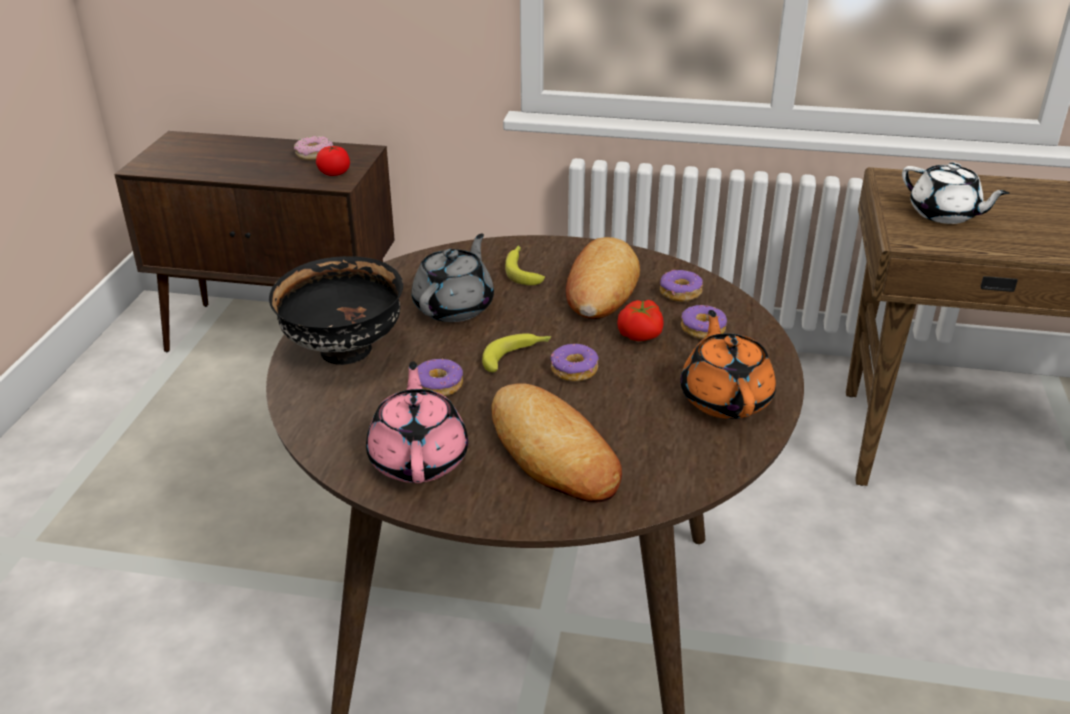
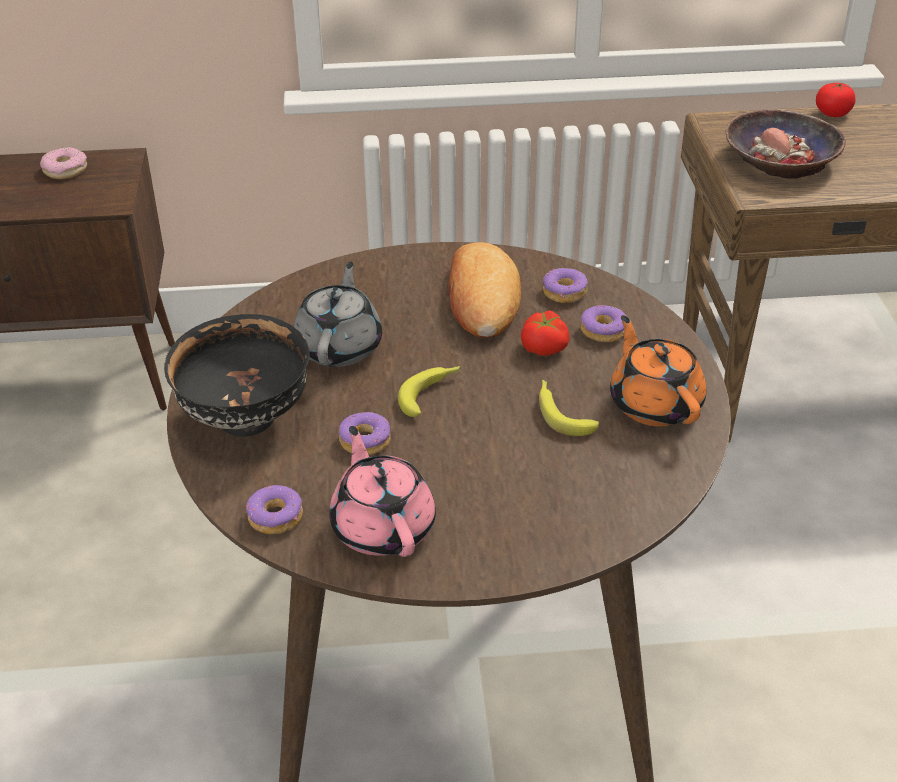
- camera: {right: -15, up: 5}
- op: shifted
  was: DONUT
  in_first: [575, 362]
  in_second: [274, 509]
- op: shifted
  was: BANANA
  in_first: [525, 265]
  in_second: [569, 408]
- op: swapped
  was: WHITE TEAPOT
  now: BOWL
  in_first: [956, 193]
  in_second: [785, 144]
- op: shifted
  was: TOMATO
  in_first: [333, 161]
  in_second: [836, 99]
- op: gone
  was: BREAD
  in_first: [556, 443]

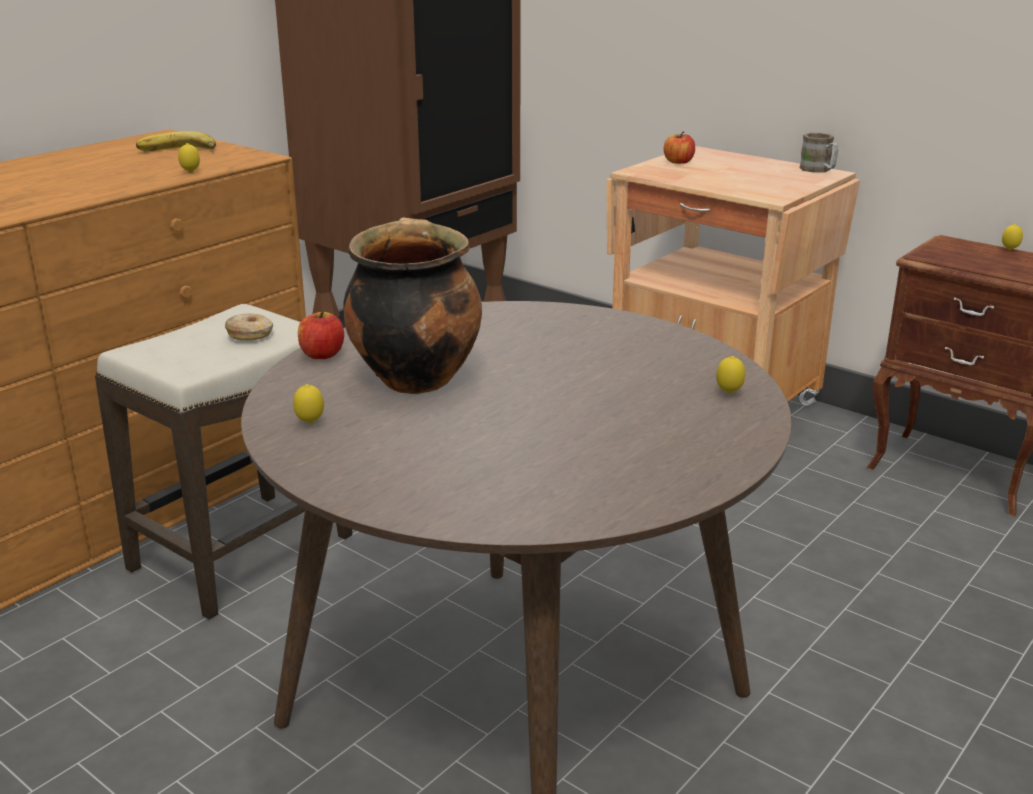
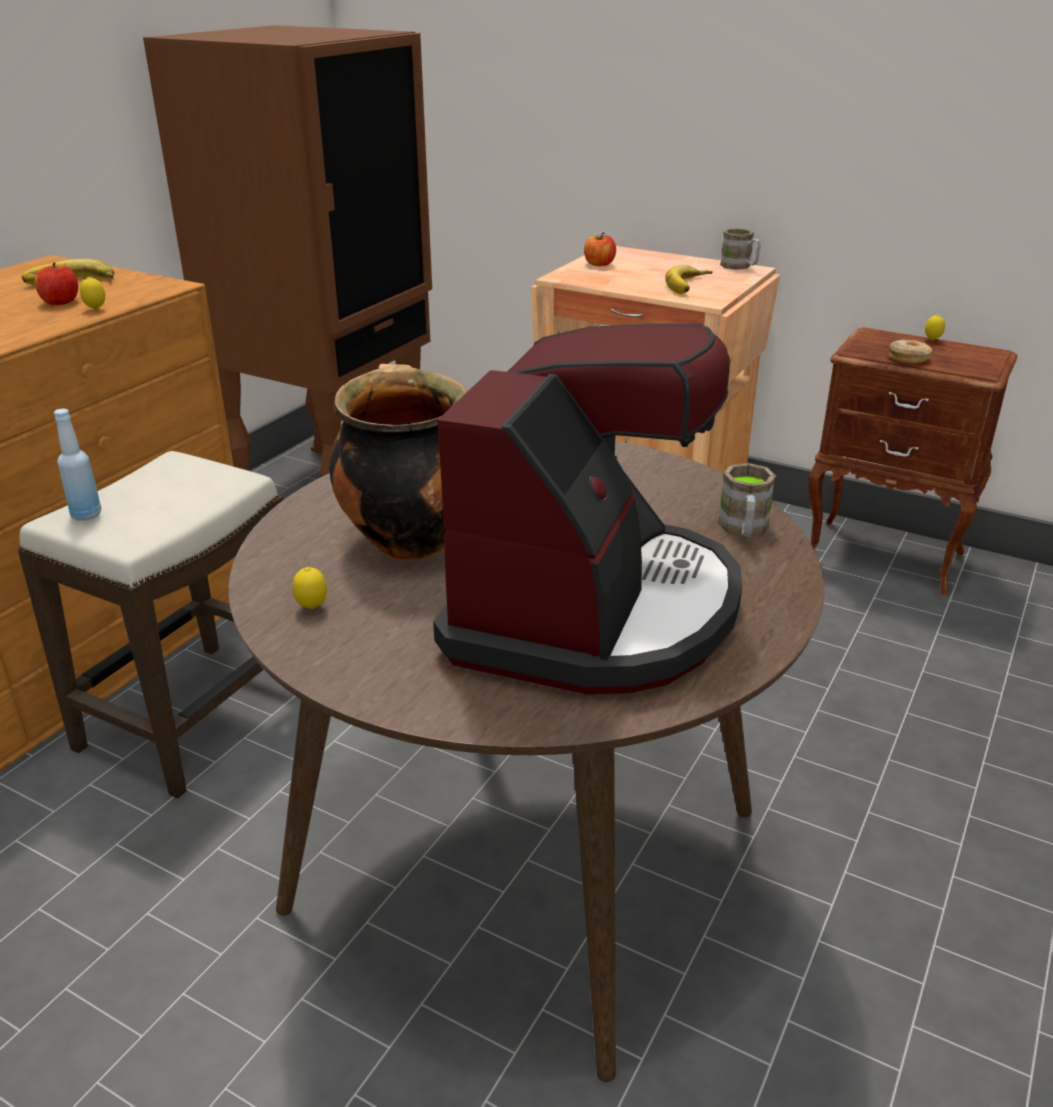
- camera: {right: -10, up: 5}
- op: shifted
  was: APPLE
  in_first: [321, 335]
  in_second: [56, 283]
- op: new
  now: BLUE BOTTLE
  in_second: [77, 465]
- op: new
  now: COFFEE MACHINE
  in_second: [587, 509]
- op: new
  now: BANANA
  in_second: [689, 279]
- op: swapped
  was: LEMON
  now: BROWN MUG
  in_first: [730, 375]
  in_second: [747, 500]
- op: shifted
  was: DONUT
  in_first: [249, 327]
  in_second: [910, 351]

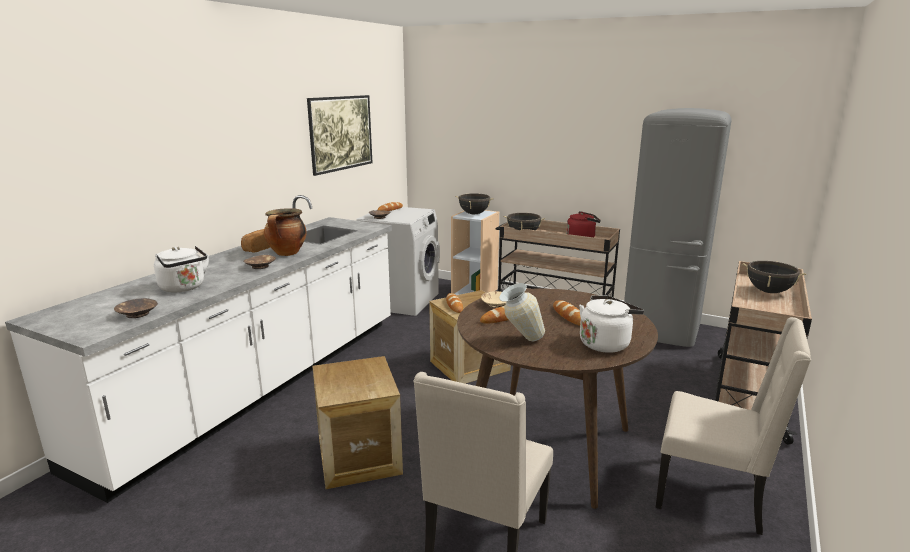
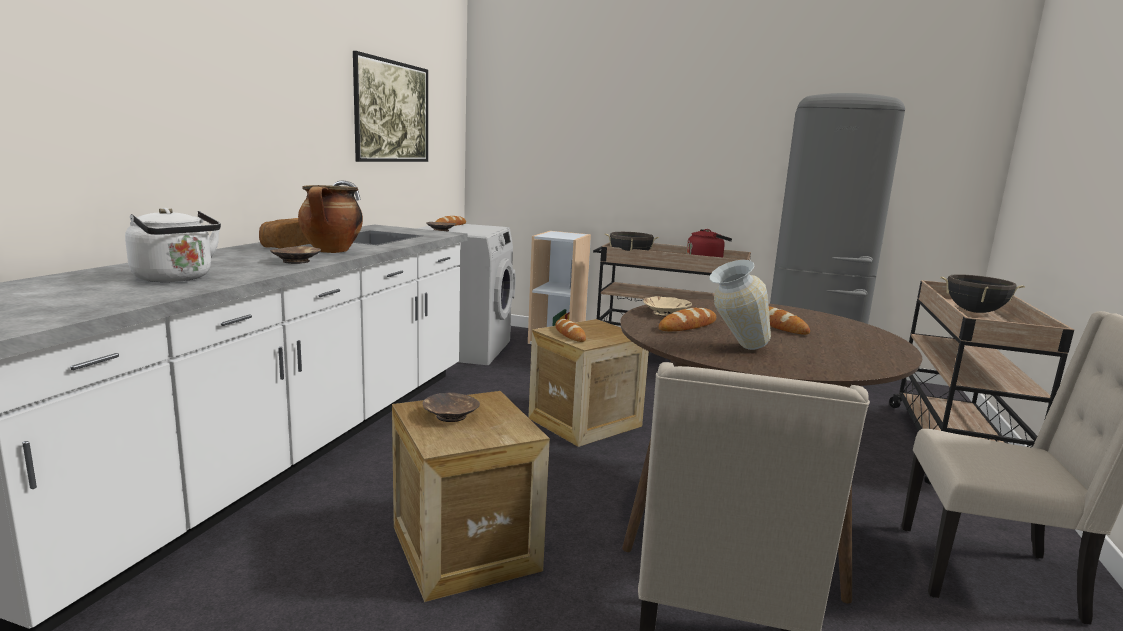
- camera: {right: -10, up: -5}
- op: shifted
  was: BROWN BOWL
  in_first: [136, 308]
  in_second: [451, 407]
- op: gone
  was: BLACK COOKING POT
  in_first: [474, 203]
- op: gone
  was: WHITE KETTLE
  in_first: [611, 324]

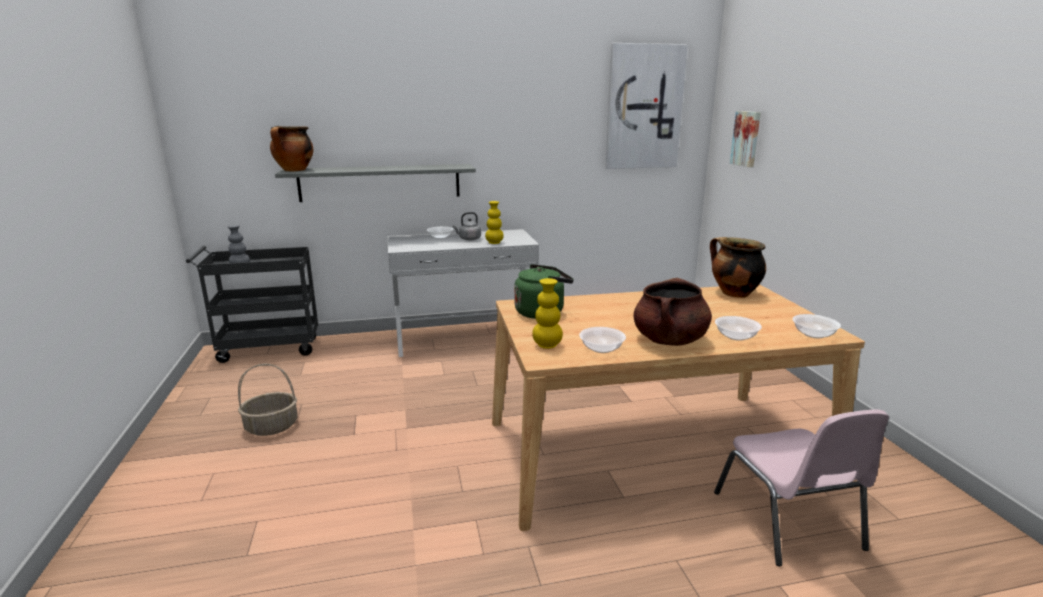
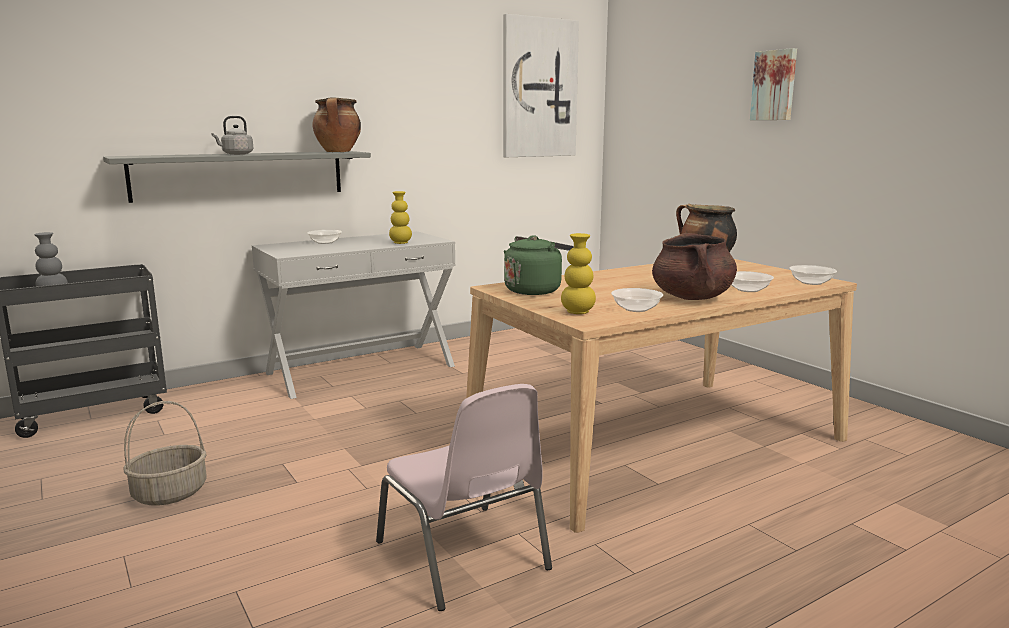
- camera: {right: -20, up: -5}
- op: shifted
  was: GREY KETTLE
  in_first: [467, 226]
  in_second: [232, 135]
- op: shifted
  was: COOKING POT
  in_first: [291, 148]
  in_second: [336, 124]
- op: shifted
  was: PINK CHAIR
  in_first: [801, 487]
  in_second: [464, 497]
- op: shifted
  was: PICTURE
  in_first: [745, 139]
  in_second: [773, 84]

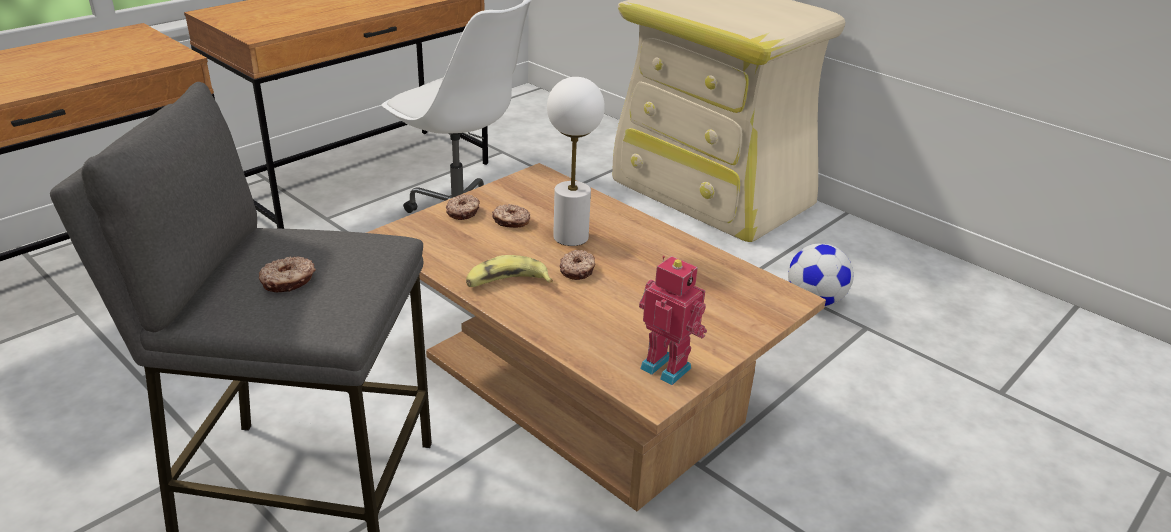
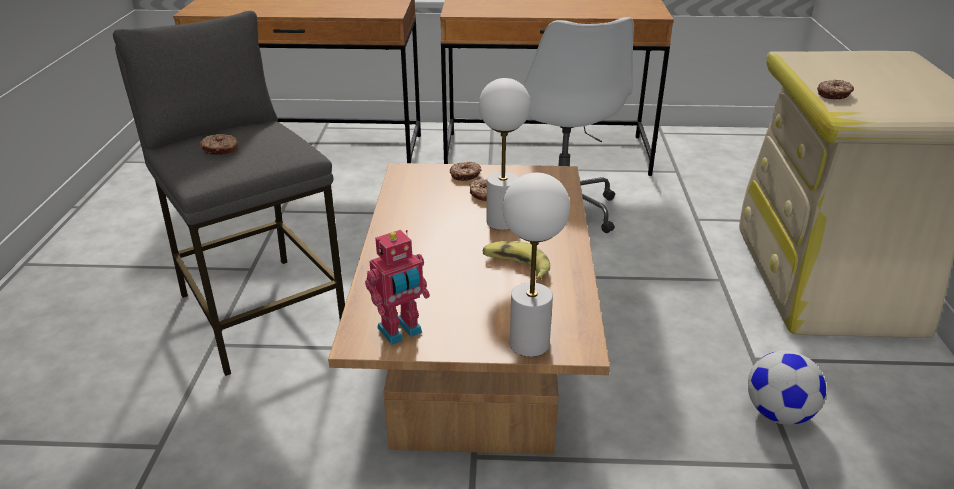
- camera: {right: 50, up: 0}
- op: rotated
  was: TOY ROBOT
  in_first: [673, 320]
  in_second: [397, 287]
  clockwise: 60
- op: shifted
  was: BANANA
  in_first: [509, 271]
  in_second: [516, 260]
- op: new
  now: WHITE TABLE LAMP
  in_second: [536, 265]
- op: shifted
  was: DONUT
  in_first: [578, 265]
  in_second: [835, 89]

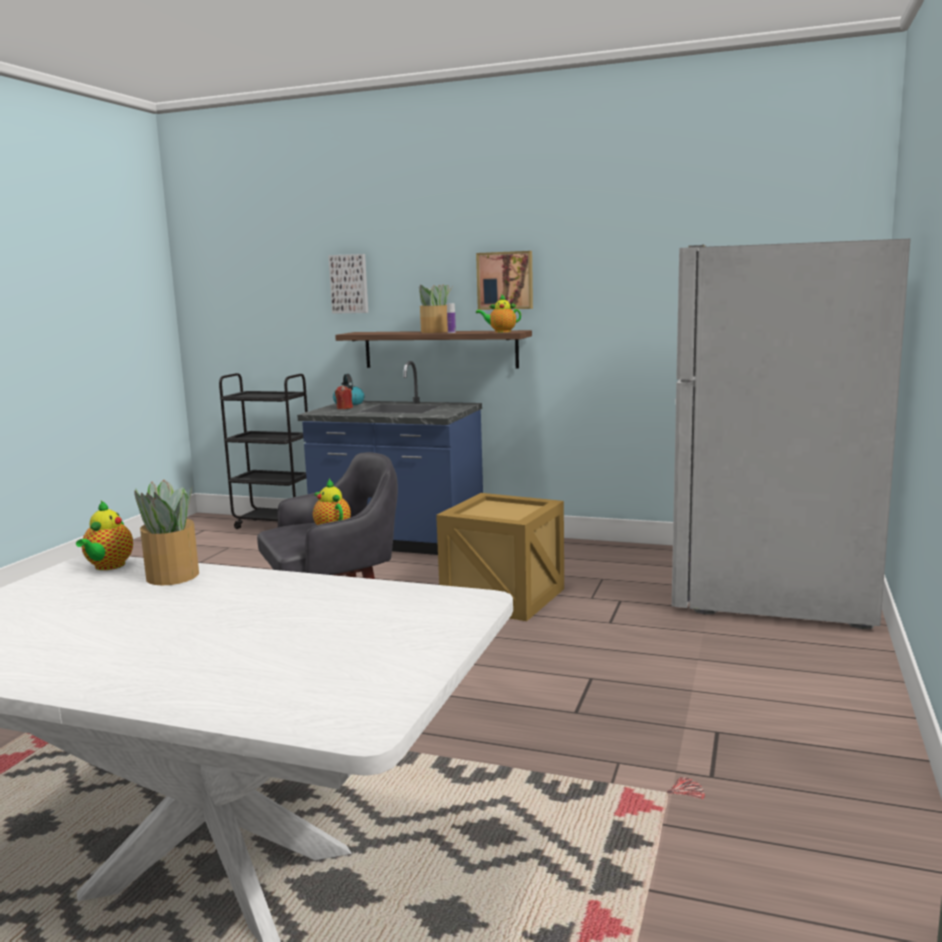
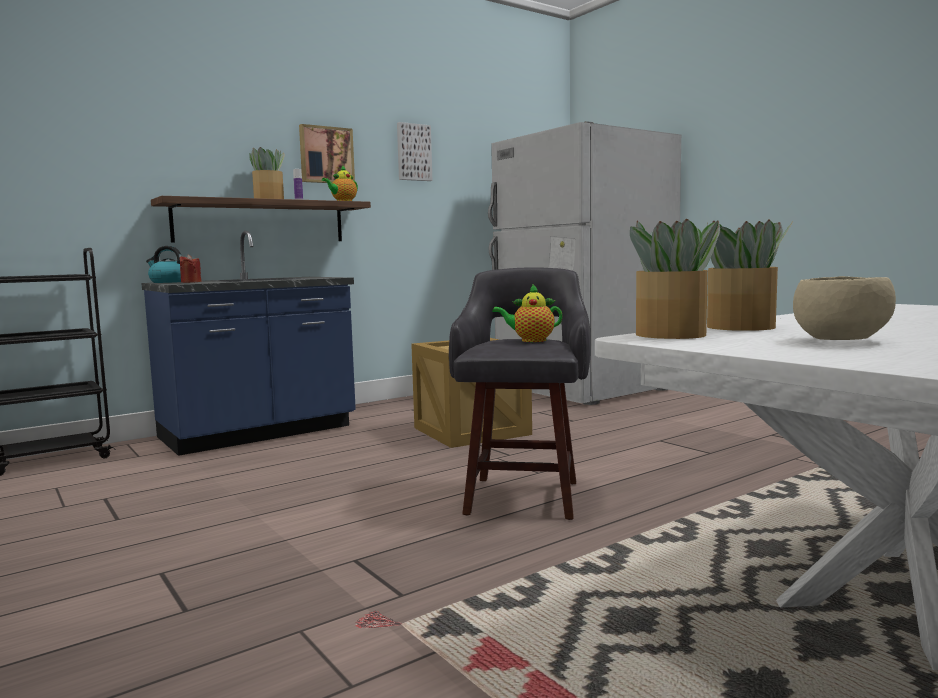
- camera: {right: -55, up: -5}
- op: shifted
  was: PICTURE
  in_first: [348, 284]
  in_second: [414, 151]
- op: swapped
  was: TEAPOT
  now: POTTED PLANT
  in_first: [104, 535]
  in_second: [675, 279]
- op: new
  now: BEIGE BOWL
  in_second: [844, 308]

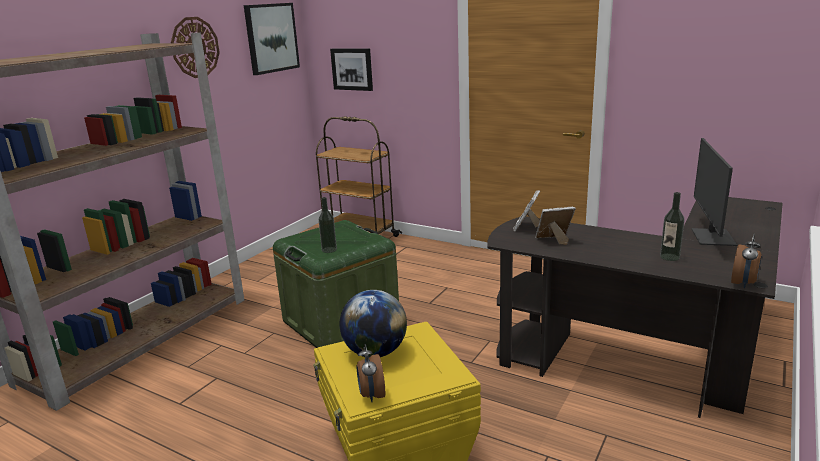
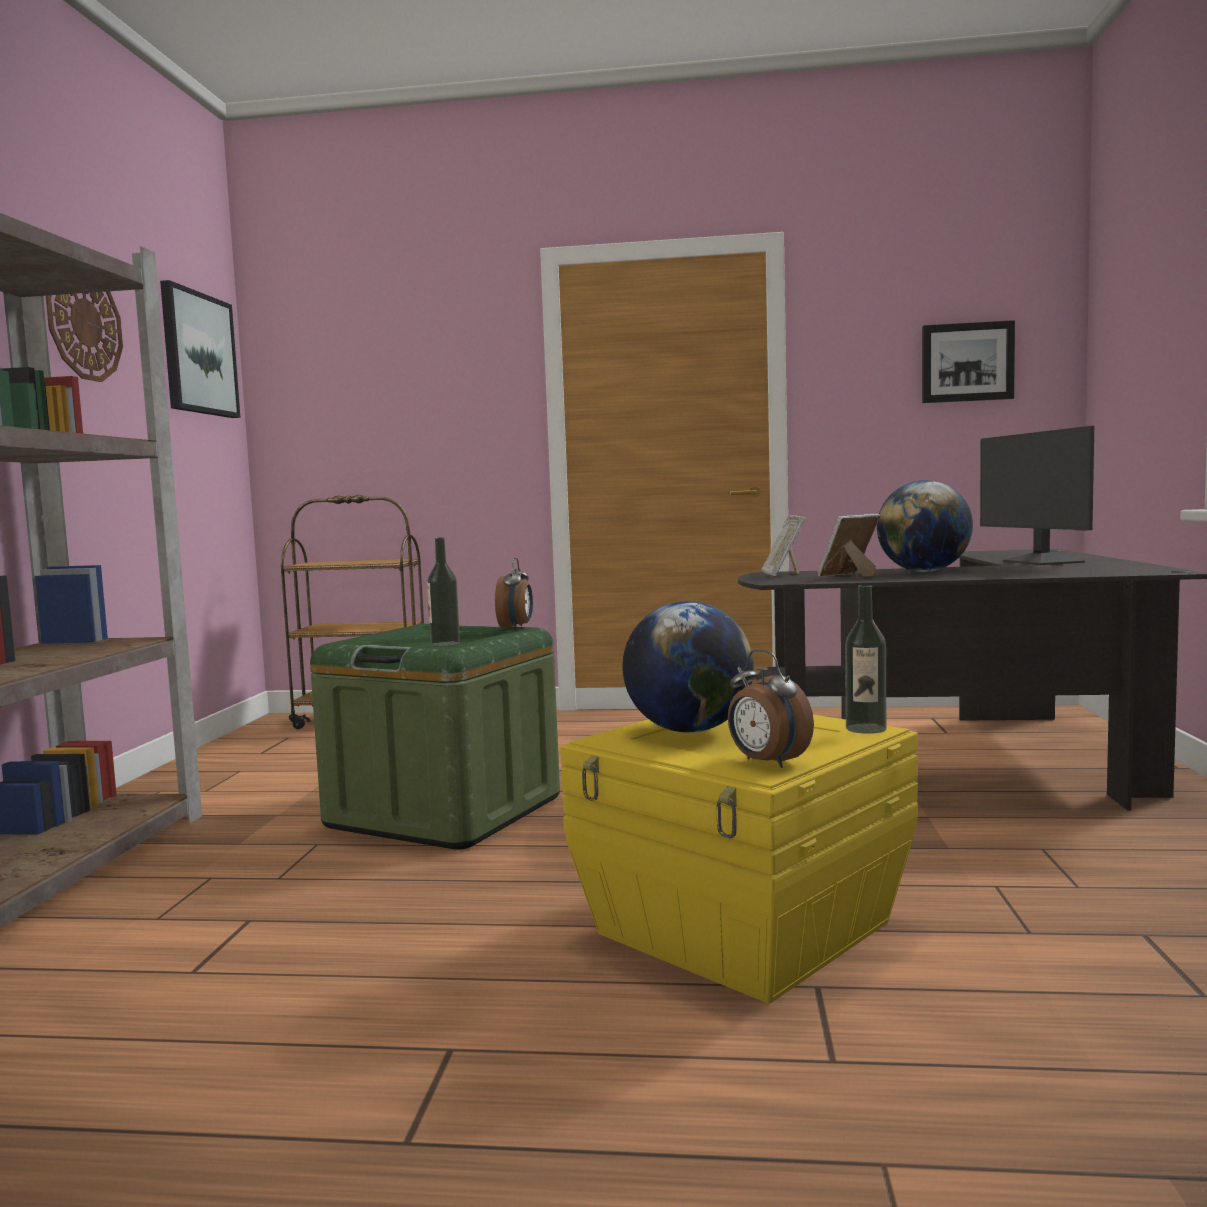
- camera: {right: -25, up: -15}
- op: shifted
  was: ALARM CLOCK
  in_first: [746, 260]
  in_second: [514, 594]
- op: shifted
  was: BOTTLE
  in_first: [672, 226]
  in_second: [865, 659]
- op: new
  now: GLOBE
  in_second: [925, 526]
- op: shifted
  was: PICTURE
  in_first: [351, 70]
  in_second: [968, 361]

